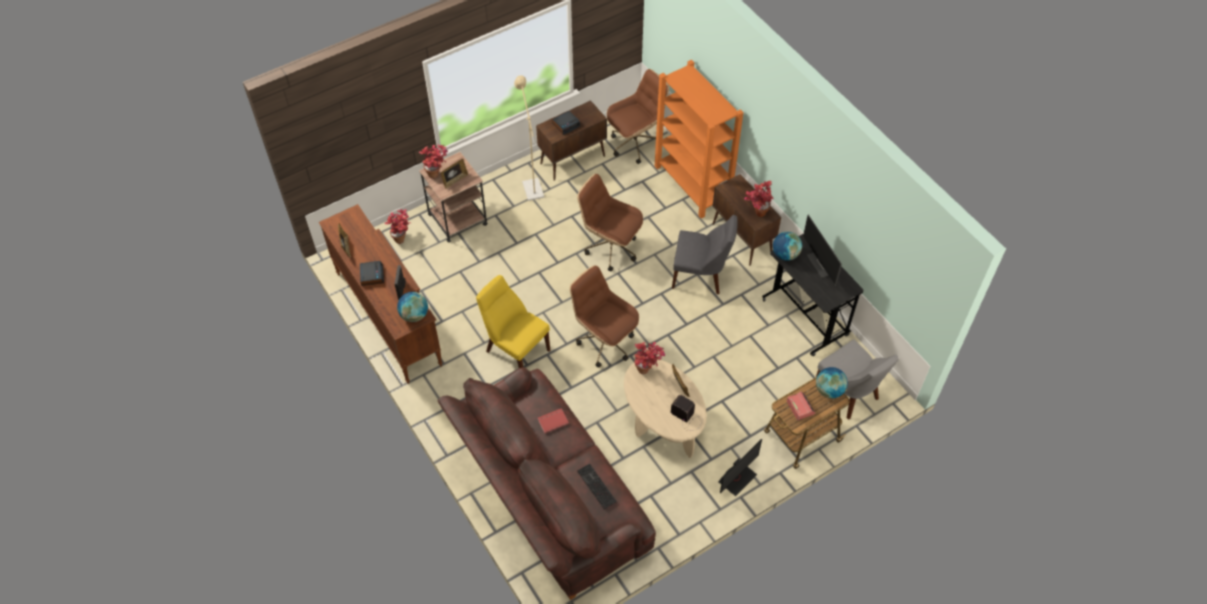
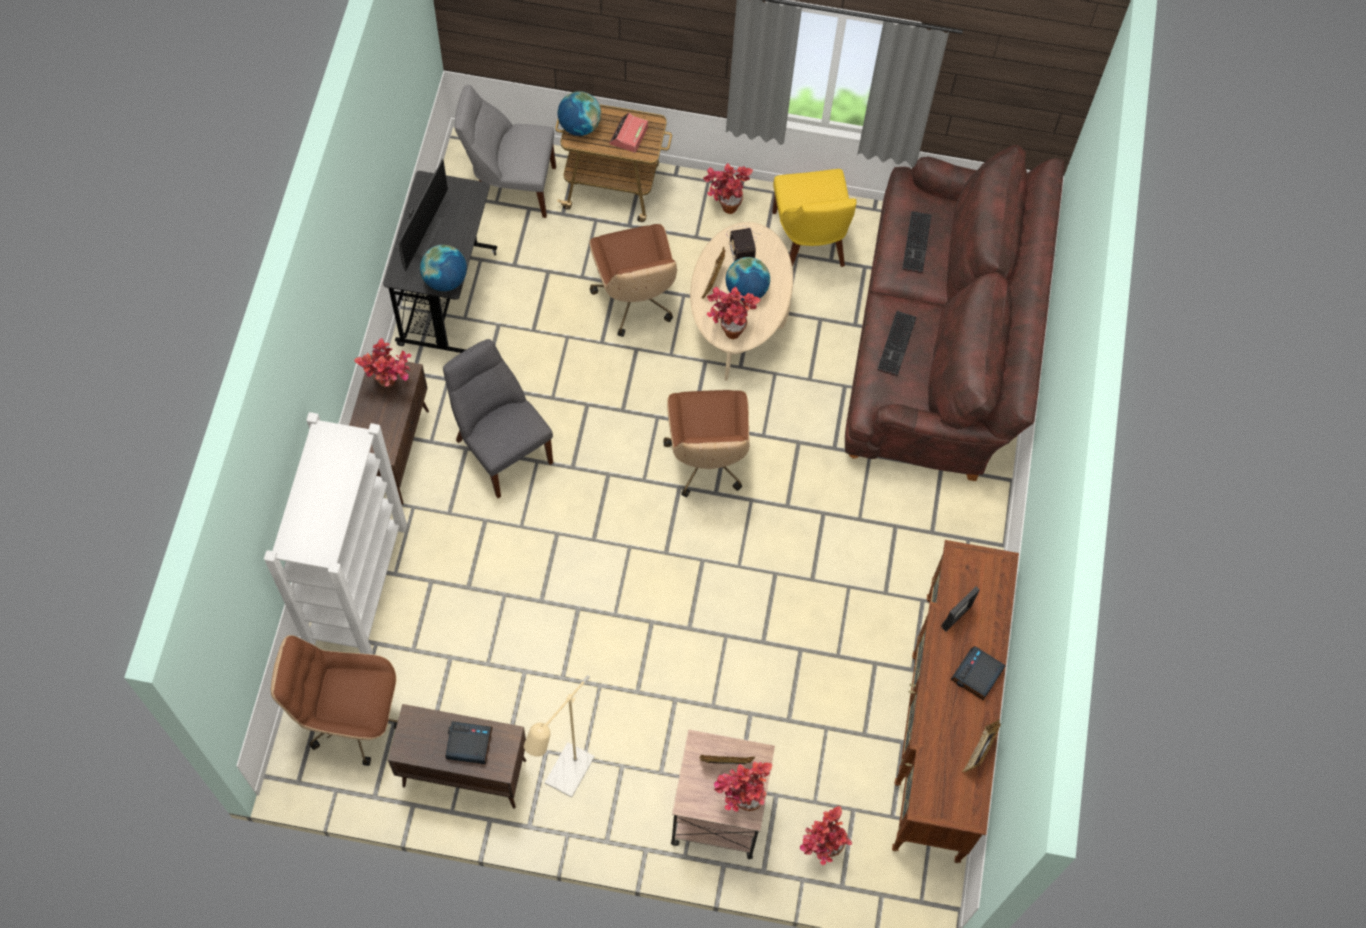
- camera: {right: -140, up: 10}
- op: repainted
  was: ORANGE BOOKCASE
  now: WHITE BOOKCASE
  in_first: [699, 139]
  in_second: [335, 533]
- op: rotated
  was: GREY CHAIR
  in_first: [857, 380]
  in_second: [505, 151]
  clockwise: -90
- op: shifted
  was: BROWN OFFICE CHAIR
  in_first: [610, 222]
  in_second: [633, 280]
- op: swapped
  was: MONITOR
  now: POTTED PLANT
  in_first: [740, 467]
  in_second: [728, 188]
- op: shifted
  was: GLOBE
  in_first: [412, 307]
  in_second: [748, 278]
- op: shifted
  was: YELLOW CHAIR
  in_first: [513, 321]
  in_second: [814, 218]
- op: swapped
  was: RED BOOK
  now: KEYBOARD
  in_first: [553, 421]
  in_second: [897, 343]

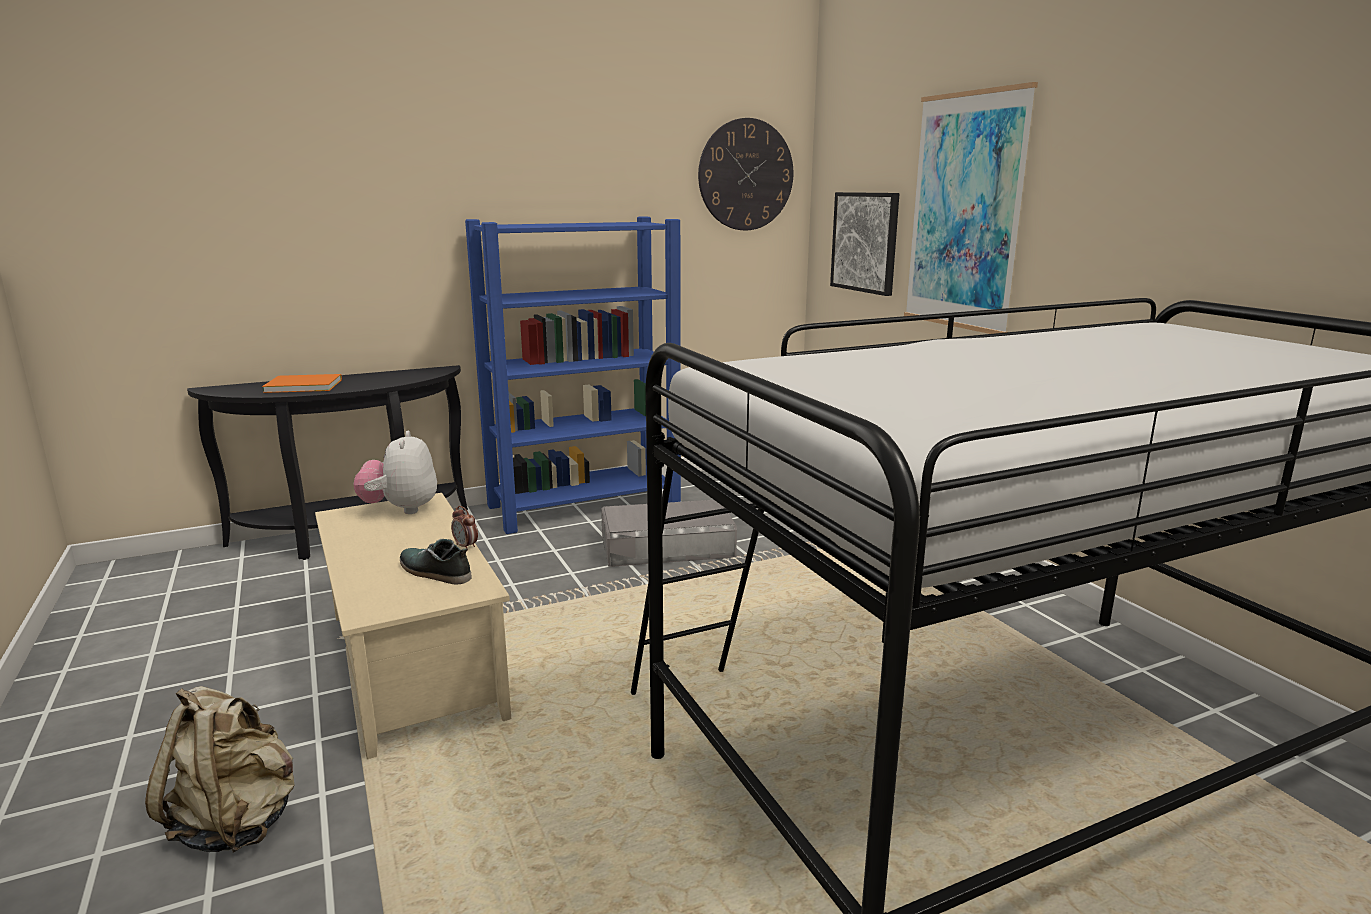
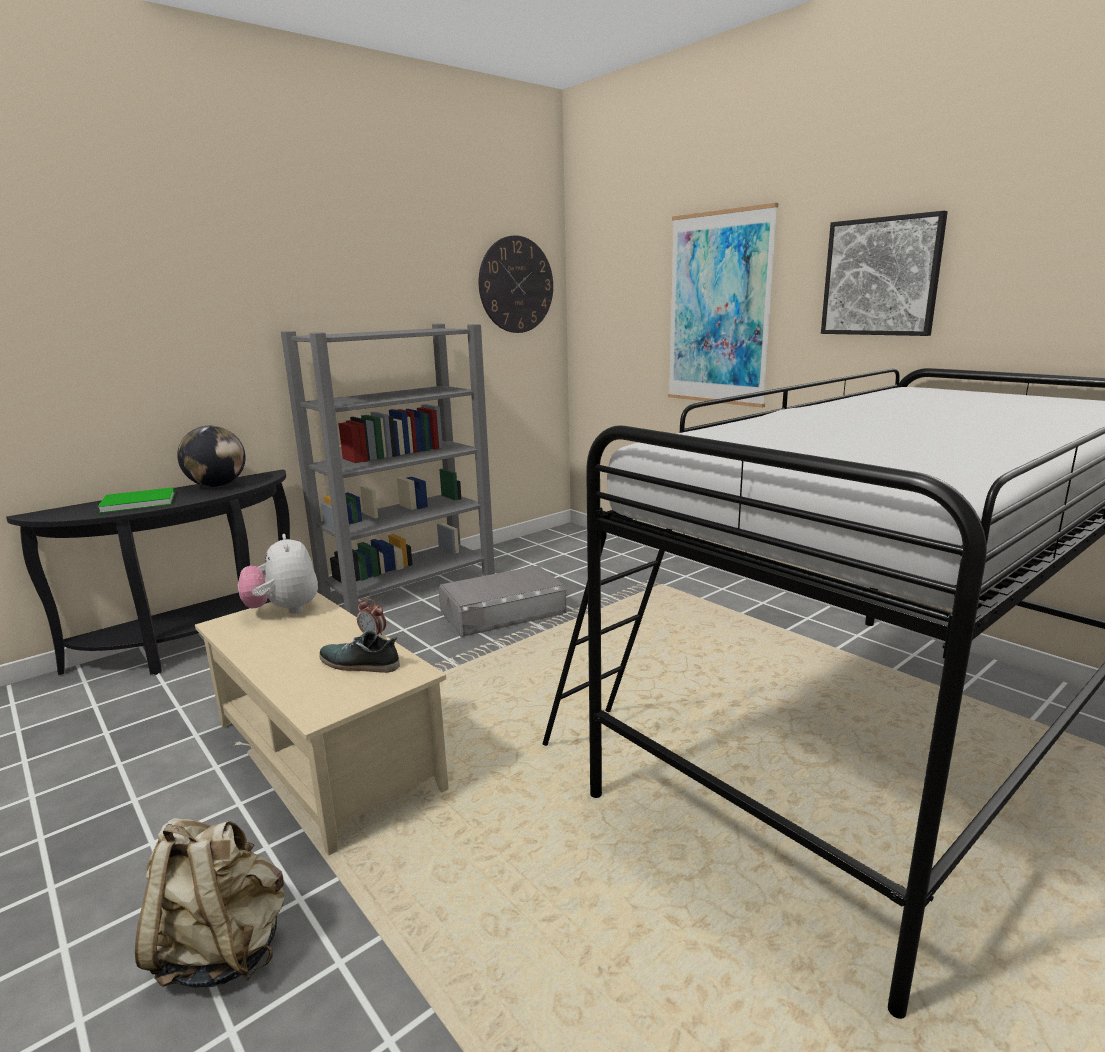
- camera: {right: -15, up: 0}
- op: repainted
  was: ORANGE BOOK
  now: GREEN BOOK
  in_first: [302, 383]
  in_second: [136, 500]
- op: new
  now: GLOBE
  in_second: [211, 456]
- op: repainted
  was: BLUE BOOKCASE
  now: GREY BOOKCASE
  in_first: [573, 375]
  in_second: [388, 470]
- op: shifted
  was: PICTURE
  in_first: [865, 244]
  in_second: [884, 273]

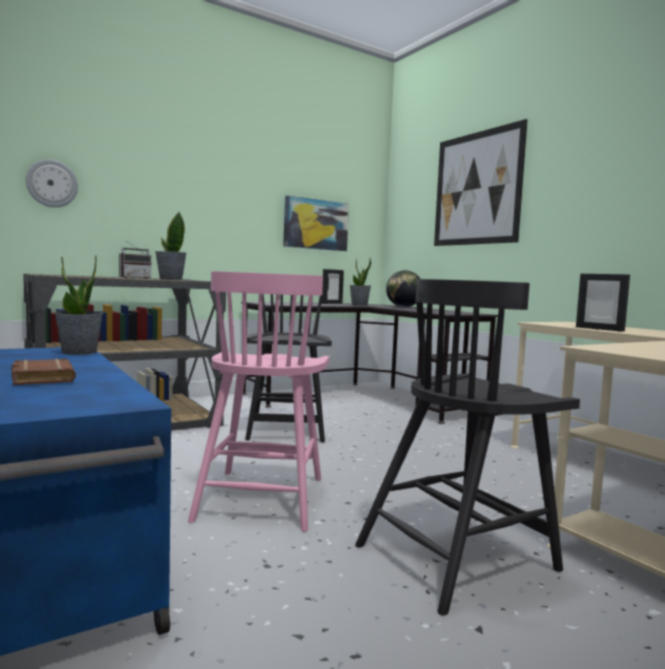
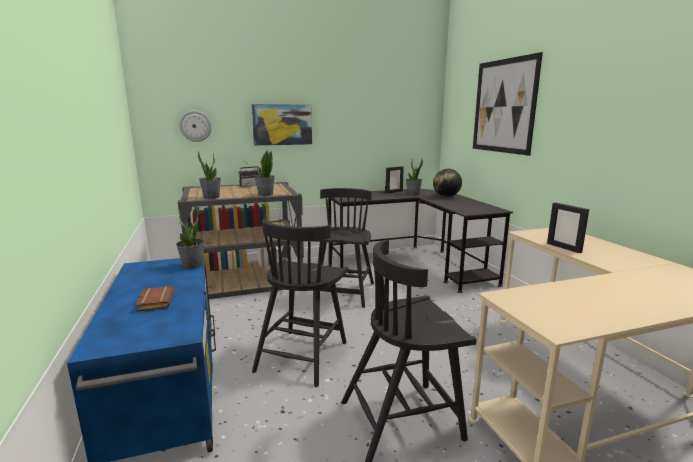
- camera: {right: 15, up: 10}
- op: new
  now: POTTED PLANT
  in_second: [209, 175]
- op: shifted
  was: PICTURE
  in_first: [316, 223]
  in_second: [282, 125]
- op: repainted
  was: PINK CHAIR
  now: BLACK CHAIR
  in_first: [259, 401]
  in_second: [300, 303]

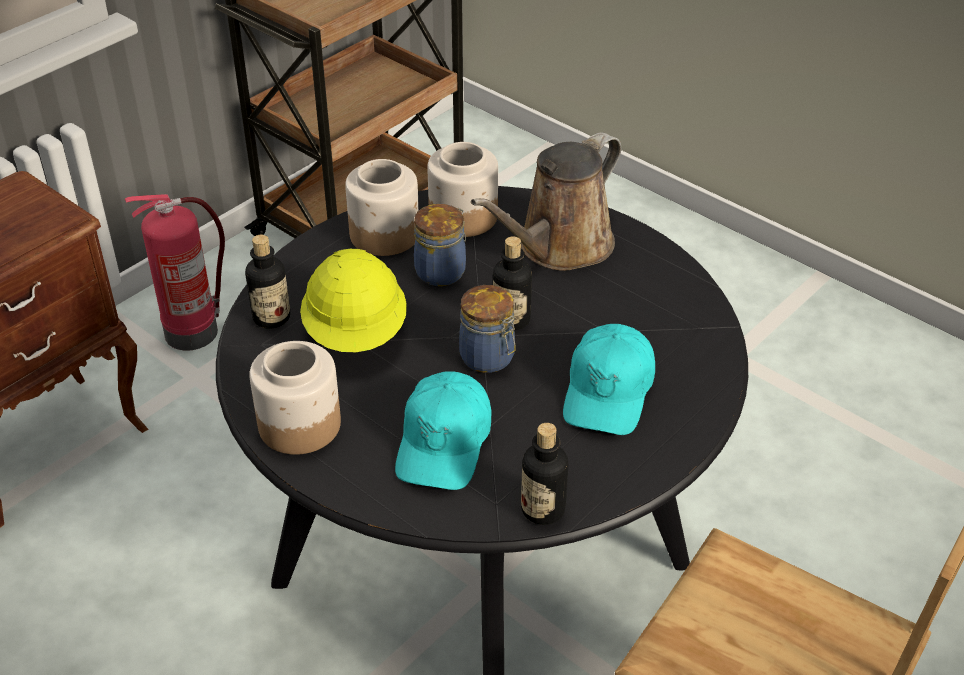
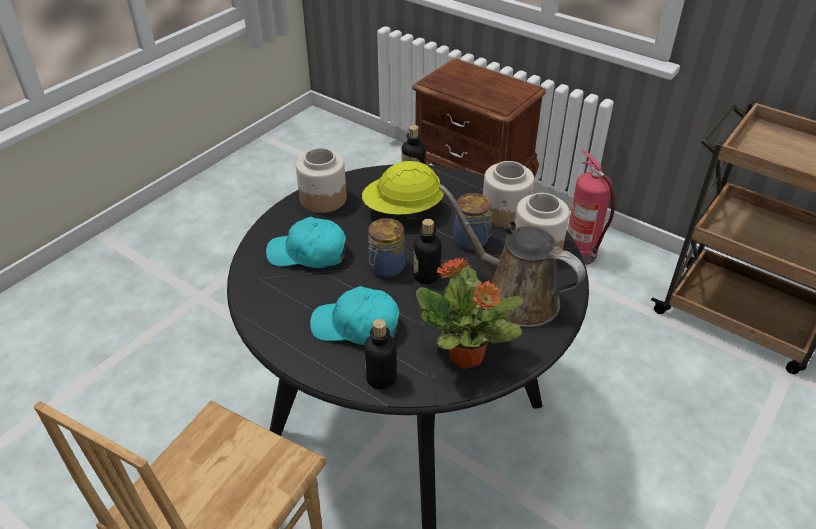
- camera: {right: 85, up: 0}
- op: shifted
  was: BOTTLE
  in_first: [544, 474]
  in_second: [380, 354]
- op: new
  now: POTTED PLANT
  in_second: [470, 313]

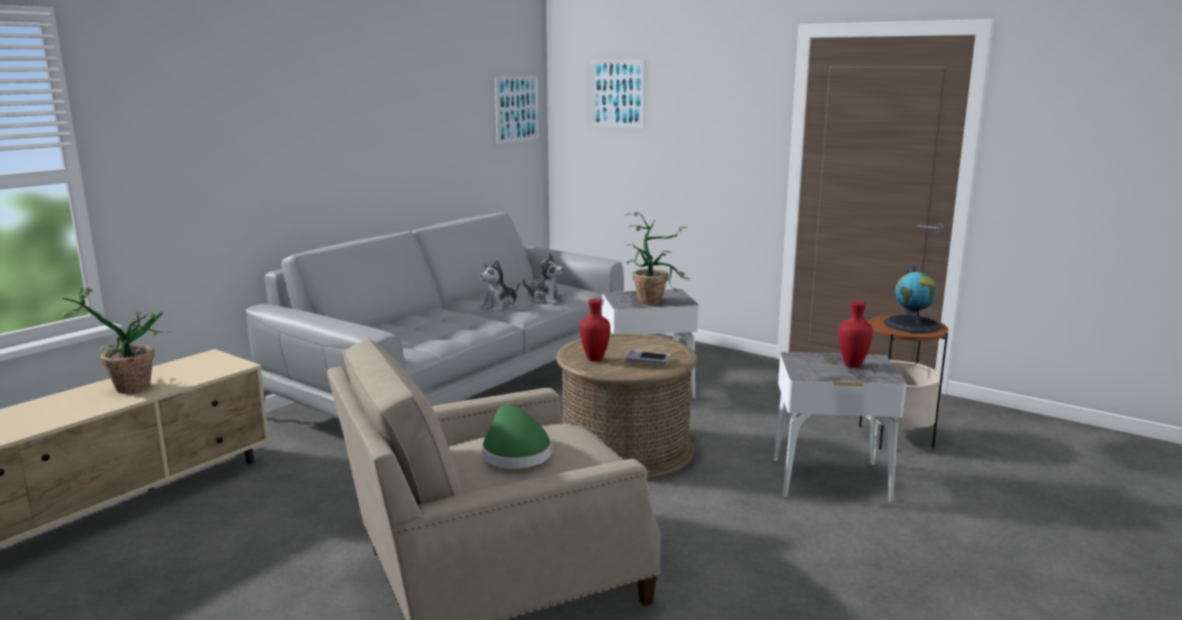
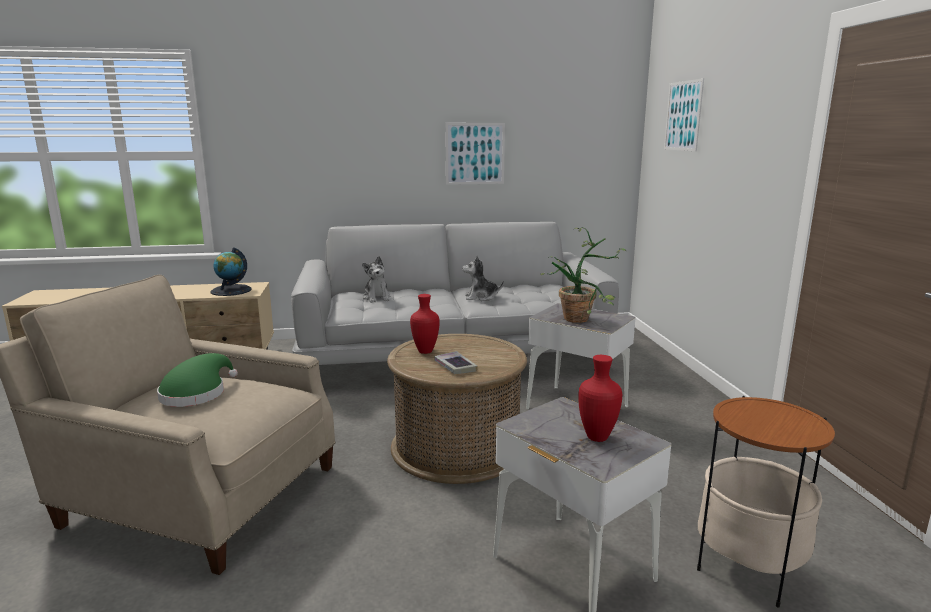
- camera: {right: 45, up: 0}
- op: shifted
  was: GLOBE
  in_first: [912, 299]
  in_second: [231, 272]
- op: shifted
  was: PLUSH TOY
  in_first: [544, 278]
  in_second: [376, 279]
- op: shifted
  was: PICTURE
  in_first: [517, 110]
  in_second: [475, 154]
- op: gone
  was: POTTED PLANT
  in_first: [116, 341]

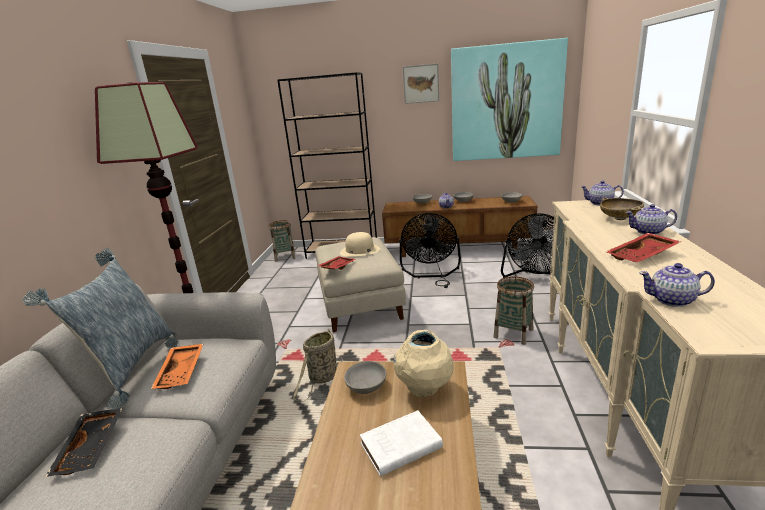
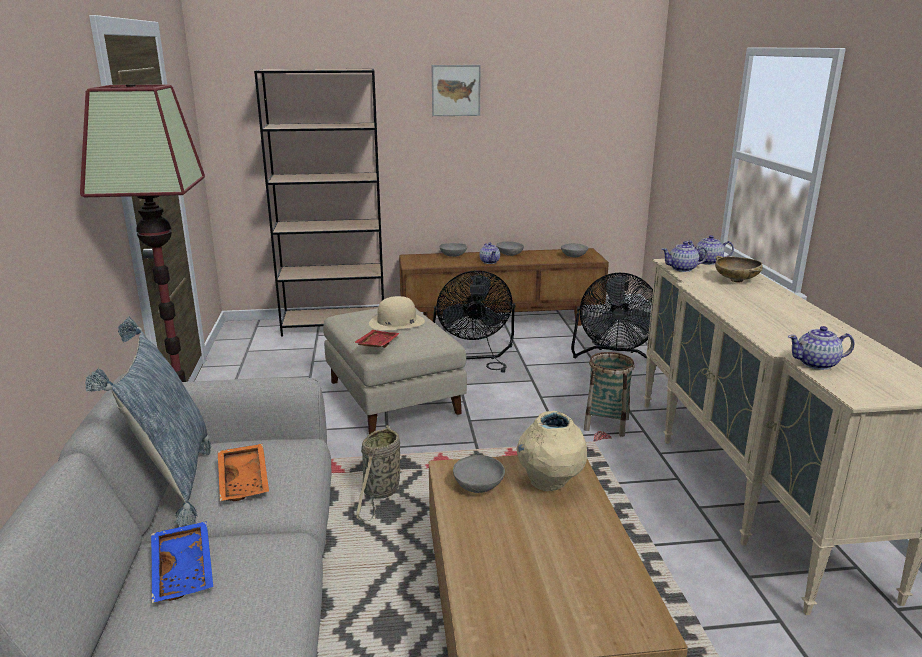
- camera: {right: -15, up: 0}
- op: repainted
  was: BLACK TRAY
  now: BLUE TRAY
  in_first: [84, 442]
  in_second: [182, 562]
- op: shifted
  was: TEAPOT
  in_first: [651, 219]
  in_second: [685, 256]
- op: gone
  was: BASKET
  in_first: [281, 241]
- op: gone
  was: WHITE BOOK
  in_first: [401, 443]
- op: gone
  was: PICTURE
  in_first: [509, 99]
- op: gone
  was: RED TRAY
  in_first: [643, 247]

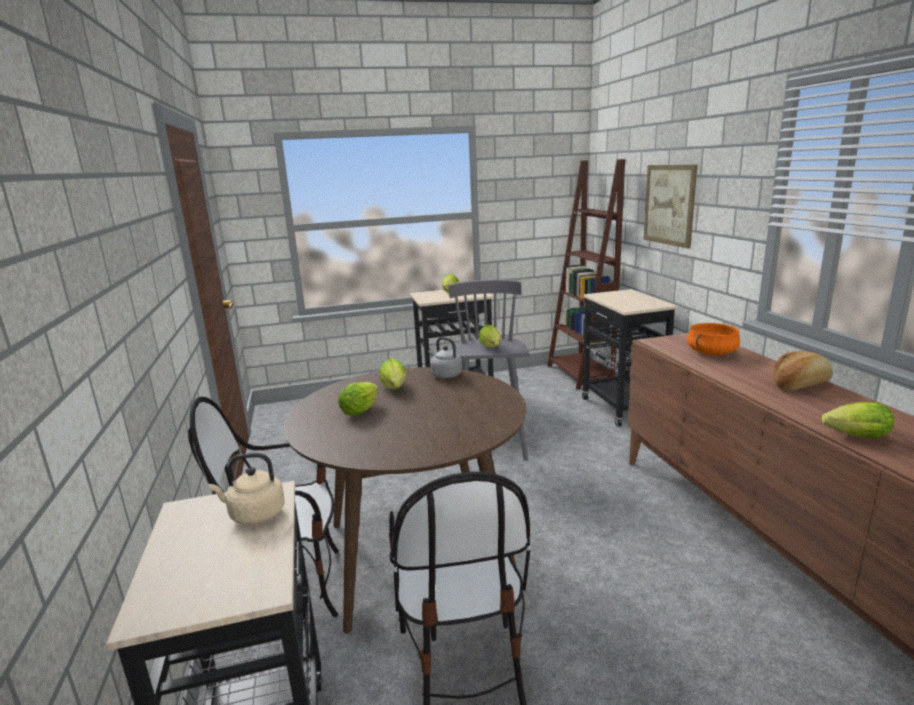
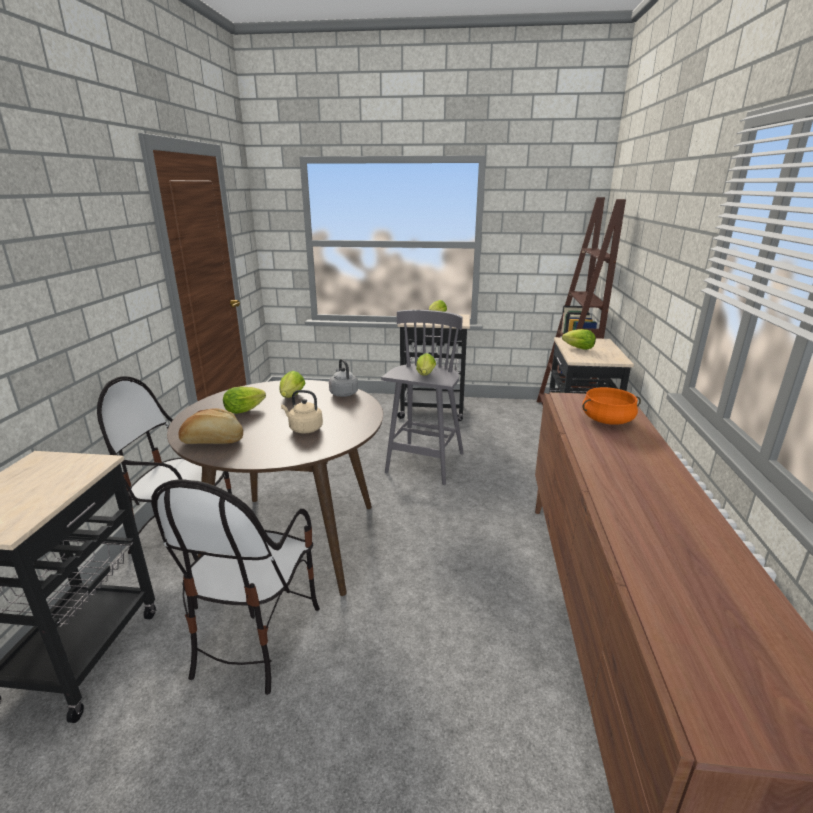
- camera: {right: 20, up: 5}
- op: shifted
  was: BREAD
  in_first: [803, 370]
  in_second: [211, 426]
- op: shifted
  was: BEIGE KETTLE
  in_first: [247, 489]
  in_second: [302, 411]
- op: shifted
  was: LETTUCE
  in_first: [857, 420]
  in_second: [579, 339]
- op: gone
  was: PICTURE
  in_first: [670, 206]

